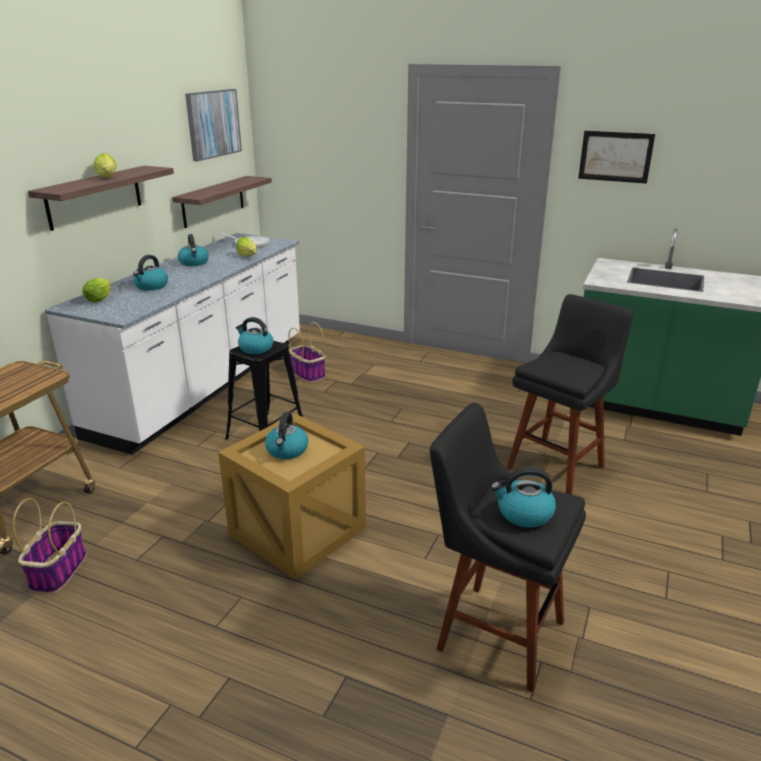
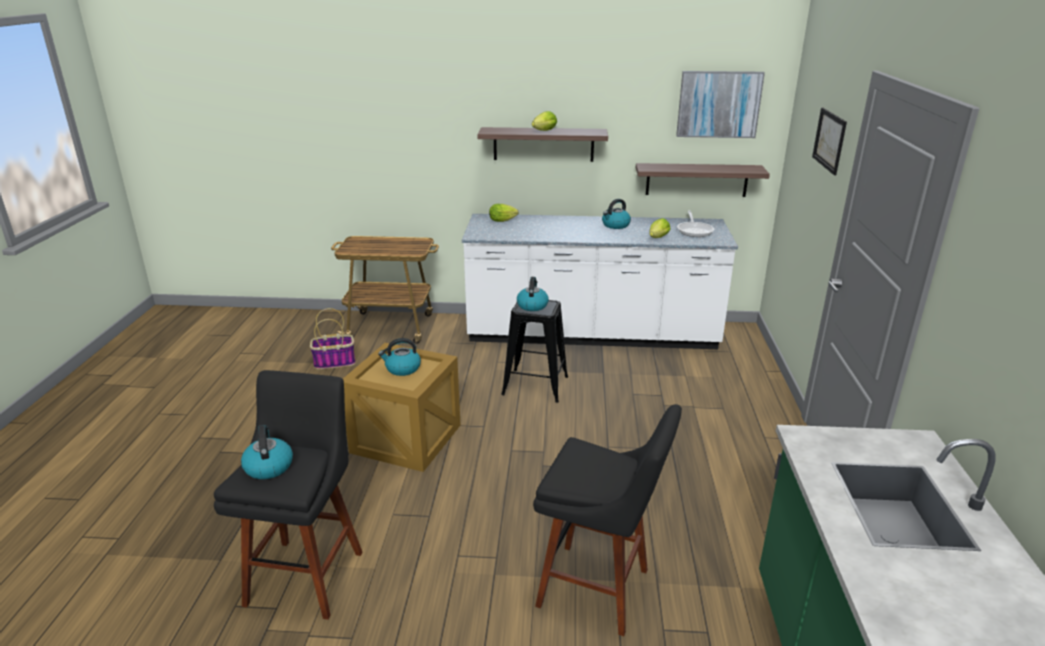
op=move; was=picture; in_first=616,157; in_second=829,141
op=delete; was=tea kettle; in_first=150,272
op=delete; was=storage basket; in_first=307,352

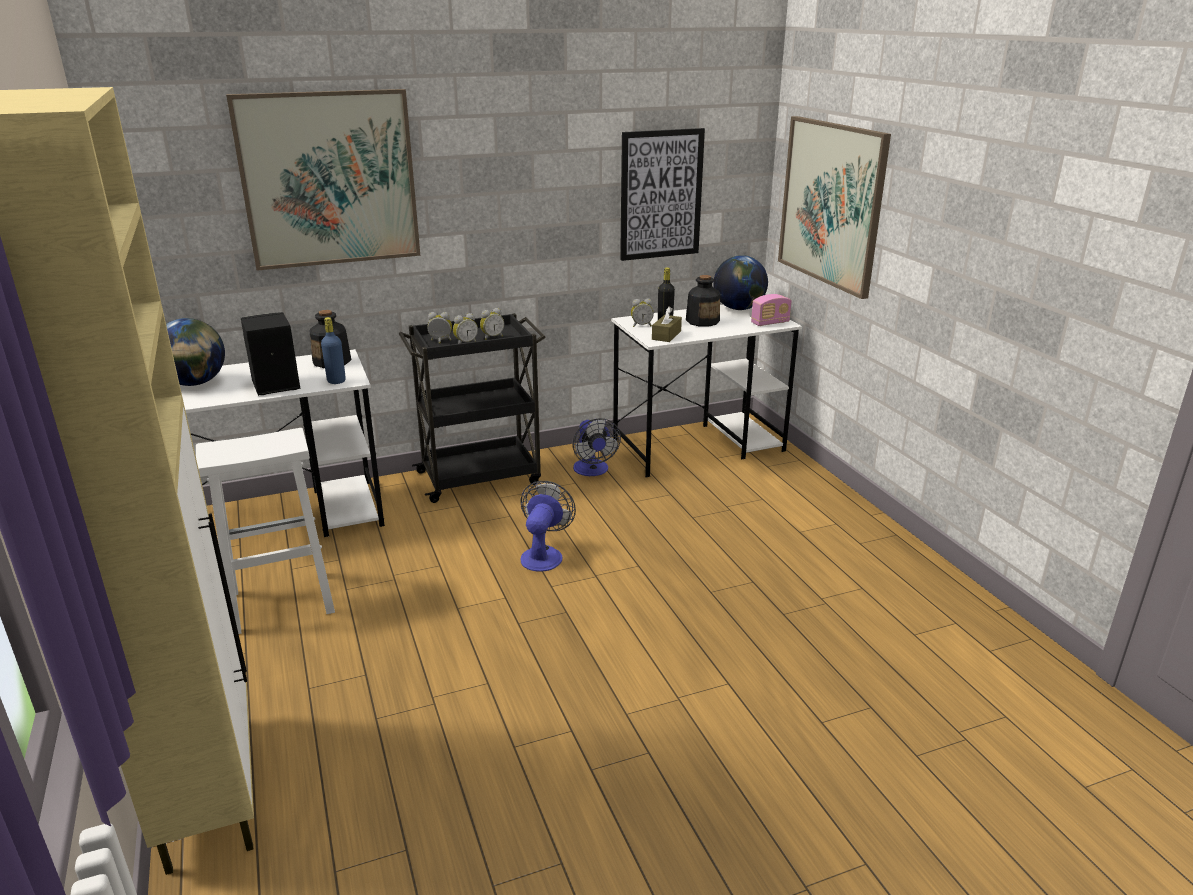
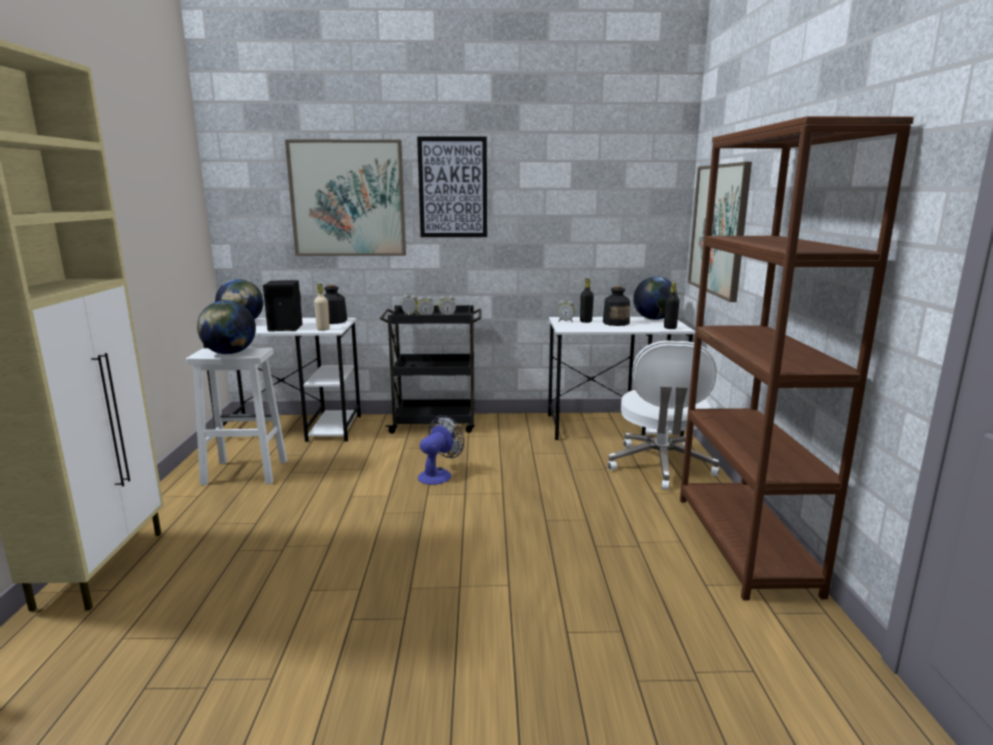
op=move; was=picture; in_first=662,194; in_second=452,186
op=replace; was=radio set; now=blackish beverage bottle; in_first=771,310; in_second=671,305
op=delete; was=brown-coloured tissue box; in_first=667,324
op=recolor; was=blue beverage bottle; now=beige beverage bottle; in_first=333,350; in_second=322,307
op=delete; was=cooling fan; in_first=597,447
op=insert; now=brown-coloured bookcase; in_second=797,358
op=insert; now=desk globe; in_second=226,327
op=insert; now=white desk chair; in_second=663,415

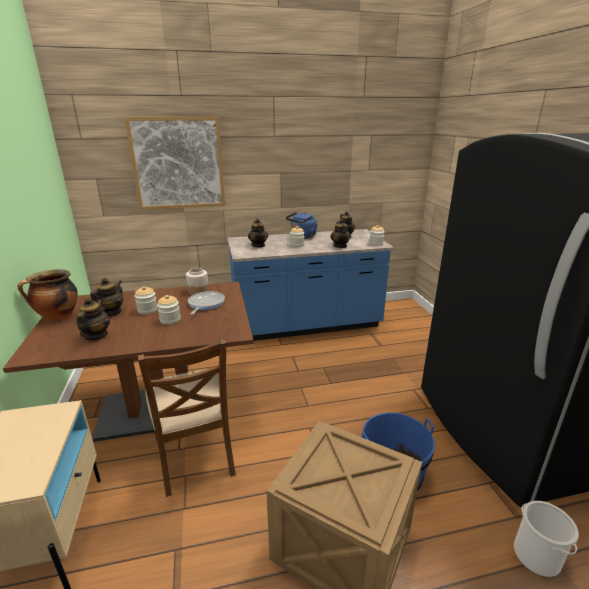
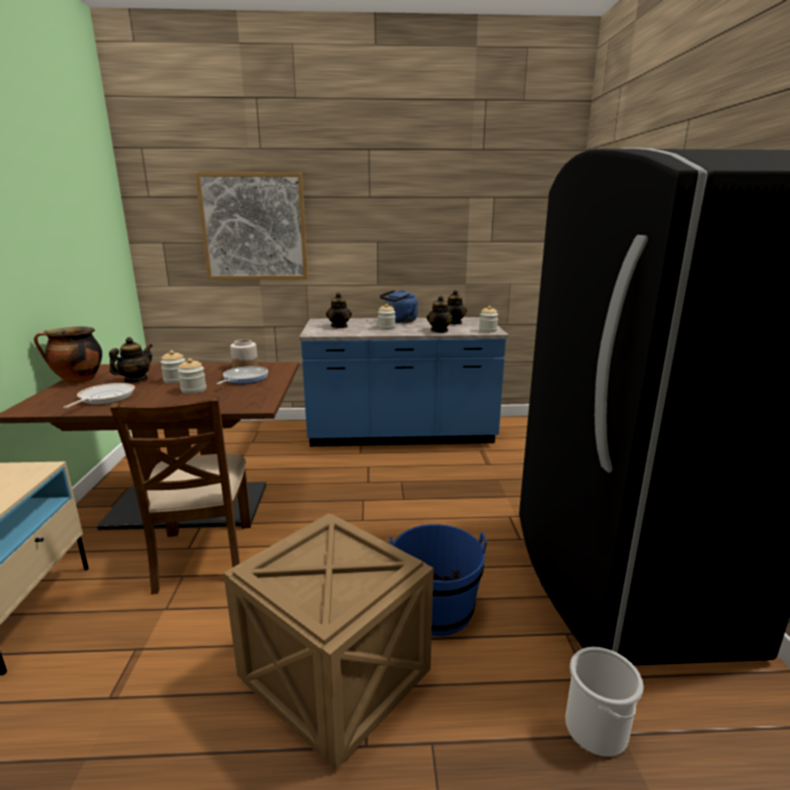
op=replace; was=pot for tea; now=skillet; in_first=93,319; in_second=99,395

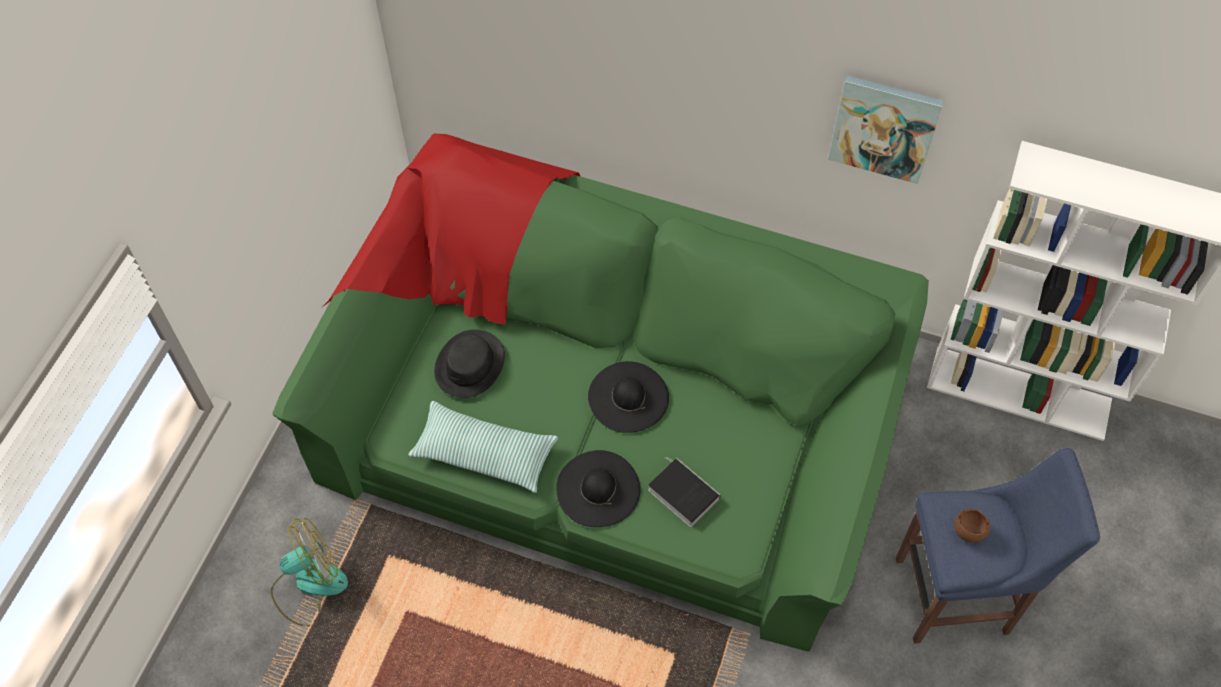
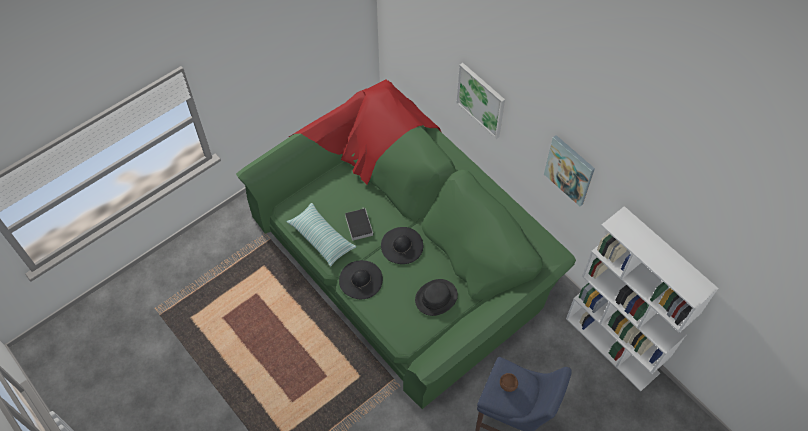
op=move; was=blackish hat; in_first=469,363; in_second=436,297
op=move; was=bound book; in_first=684,492; in_second=359,224
op=delete; was=cooling fan; in_first=309,572
op=insert; now=picture; in_second=480,101

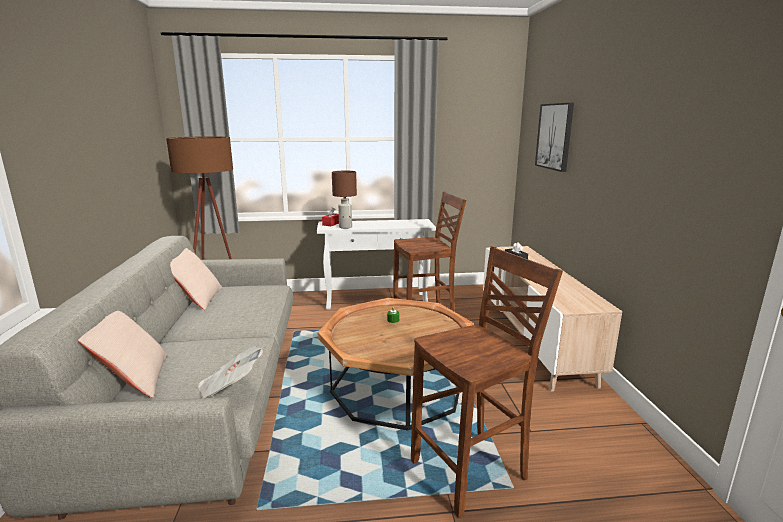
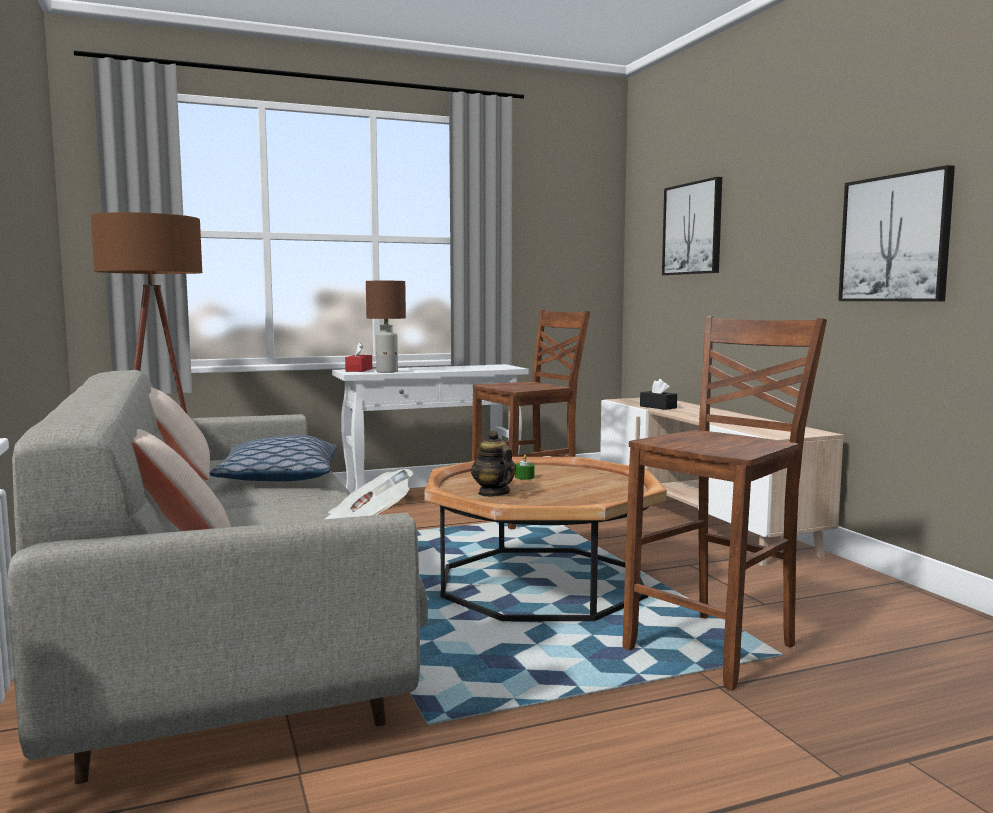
op=insert; now=picture; in_second=896,233
op=insert; now=pot for tea; in_second=493,463
op=insert; now=cushion; in_second=273,458

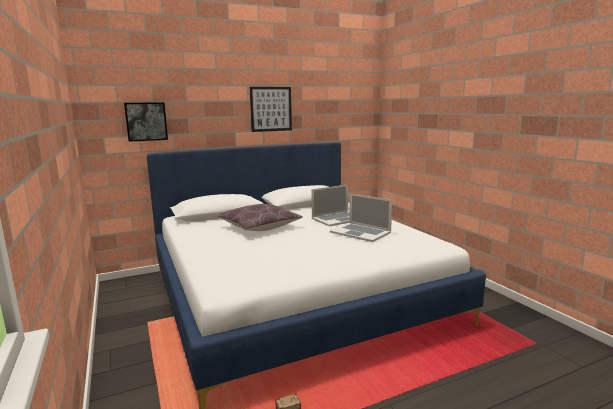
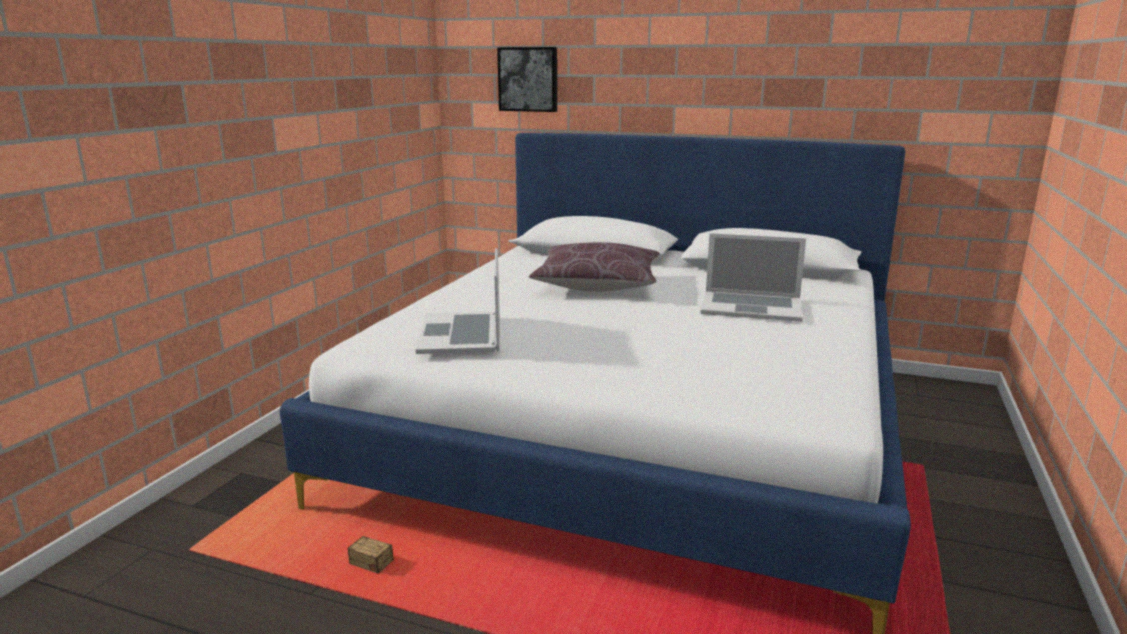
op=delete; was=picture; in_first=271,109
op=move; was=notebook computer; in_first=361,217; in_second=457,301

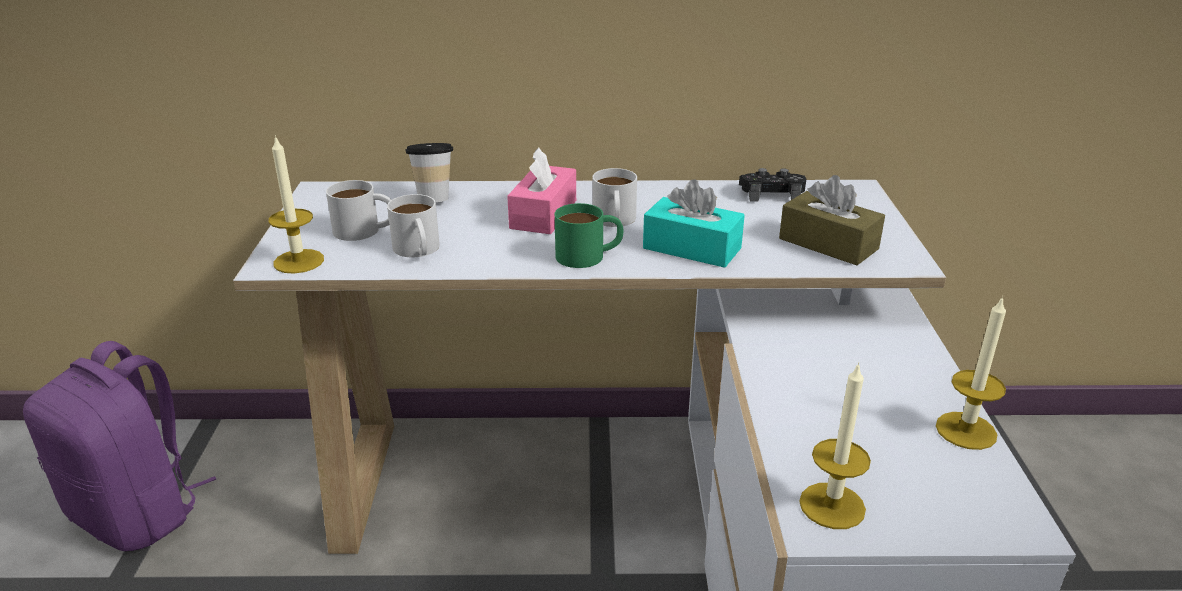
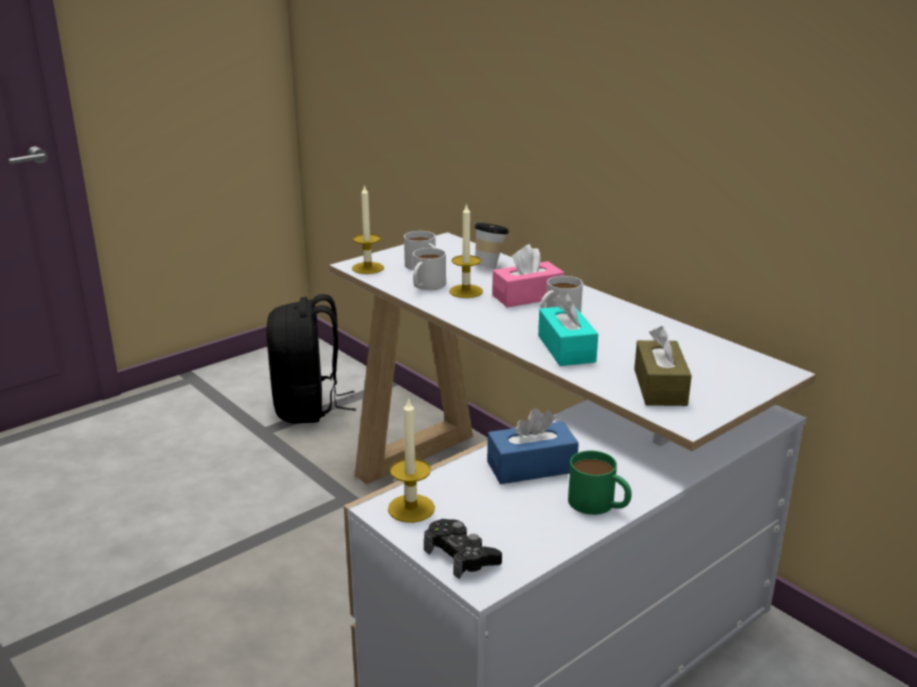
op=move; was=blackish joypad; in_first=772,185; in_second=463,549
op=move; was=green mug; in_first=589,235; in_second=600,483
op=move; was=wax light; in_first=971,373; in_second=466,250
op=recolor; was=purple-coloured knapsack; now=blackish knapsack; in_first=119,446; in_second=311,358
op=insert; now=blue tissue box; in_second=533,446

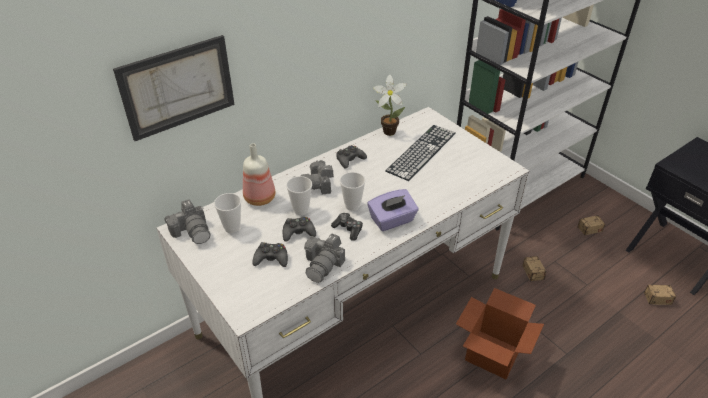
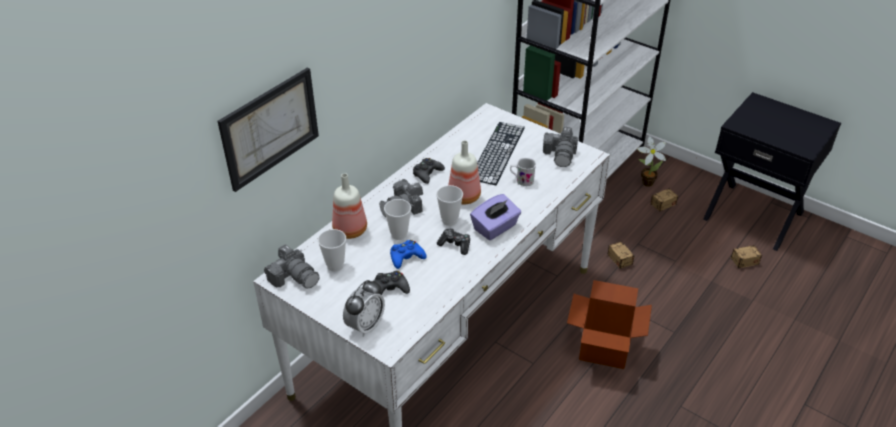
op=move; was=potted plant; in_first=390,105; in_second=651,161
op=recolor; was=blackish joypad; now=blue joypad; in_first=299,229; in_second=408,254
op=move; was=still camera; in_first=324,258; in_second=561,147
op=insert; now=beverage bottle; in_second=464,172
op=insert; now=white mug; in_second=523,172
op=insert; now=table clock; in_second=364,308

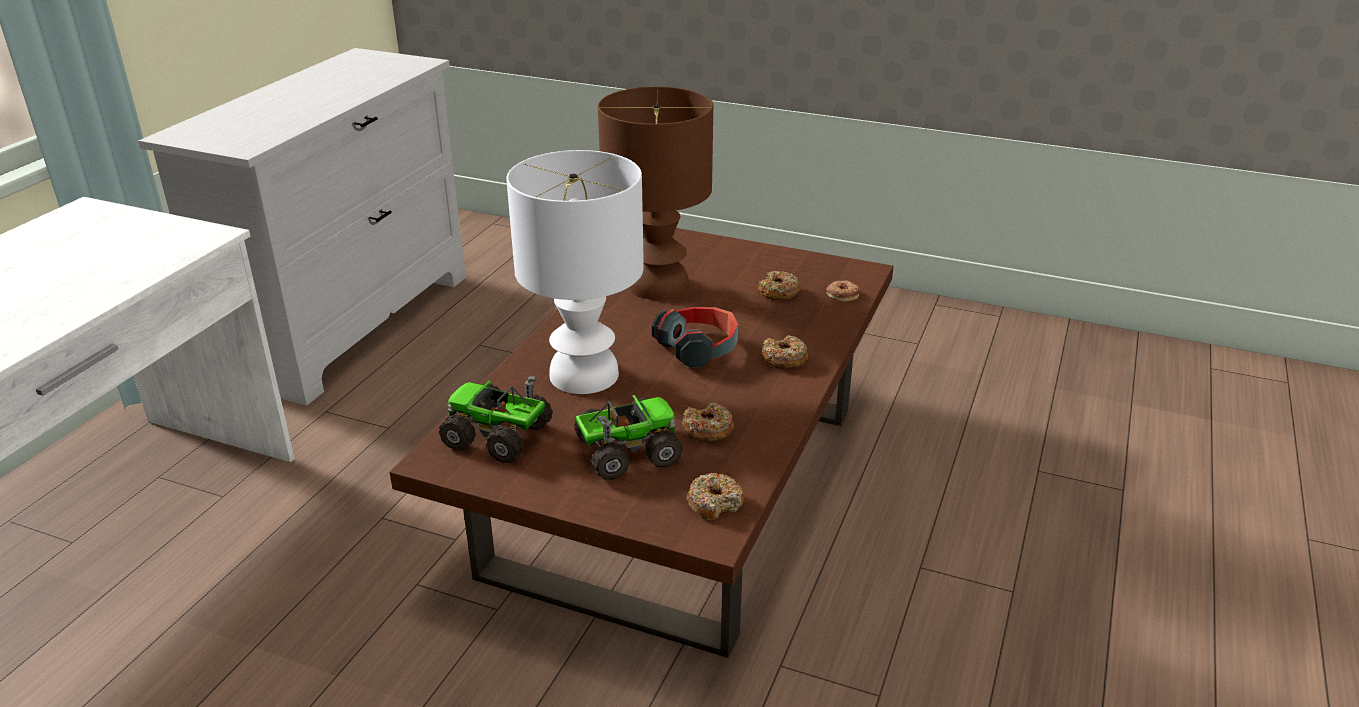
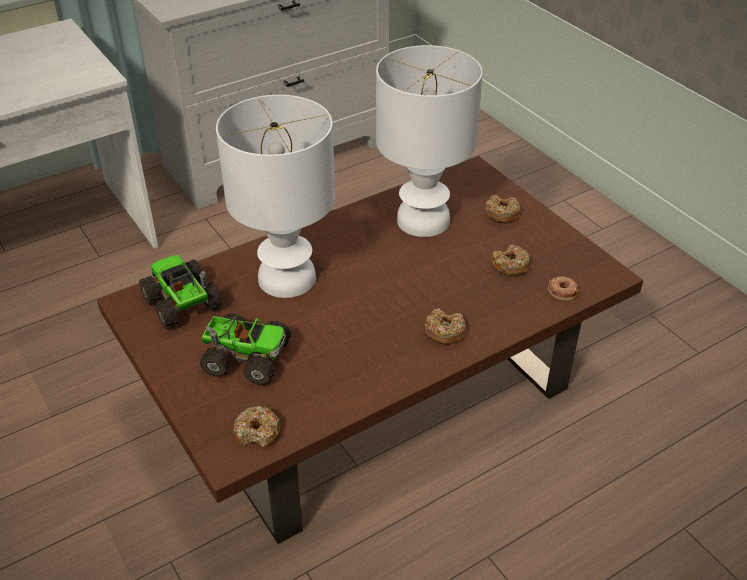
op=recolor; was=brown-coloured lamp for a table; now=white lamp for a table; in_first=655,193; in_second=429,141
op=delete; was=headphones; in_first=695,337
op=move; was=donut; in_first=708,422; in_second=502,209

